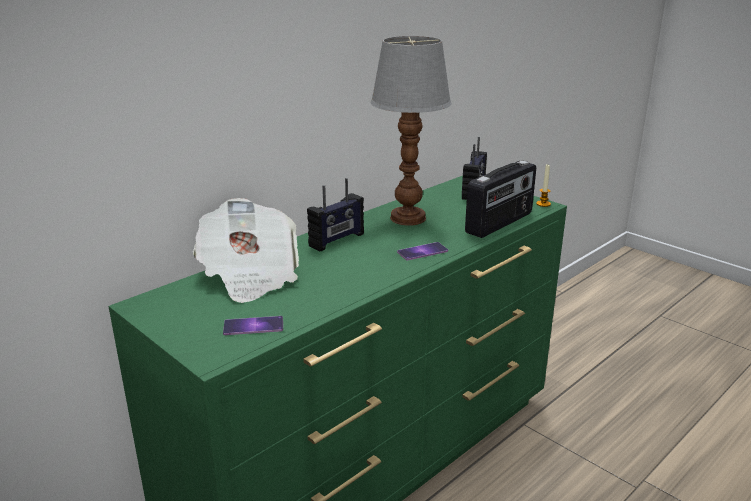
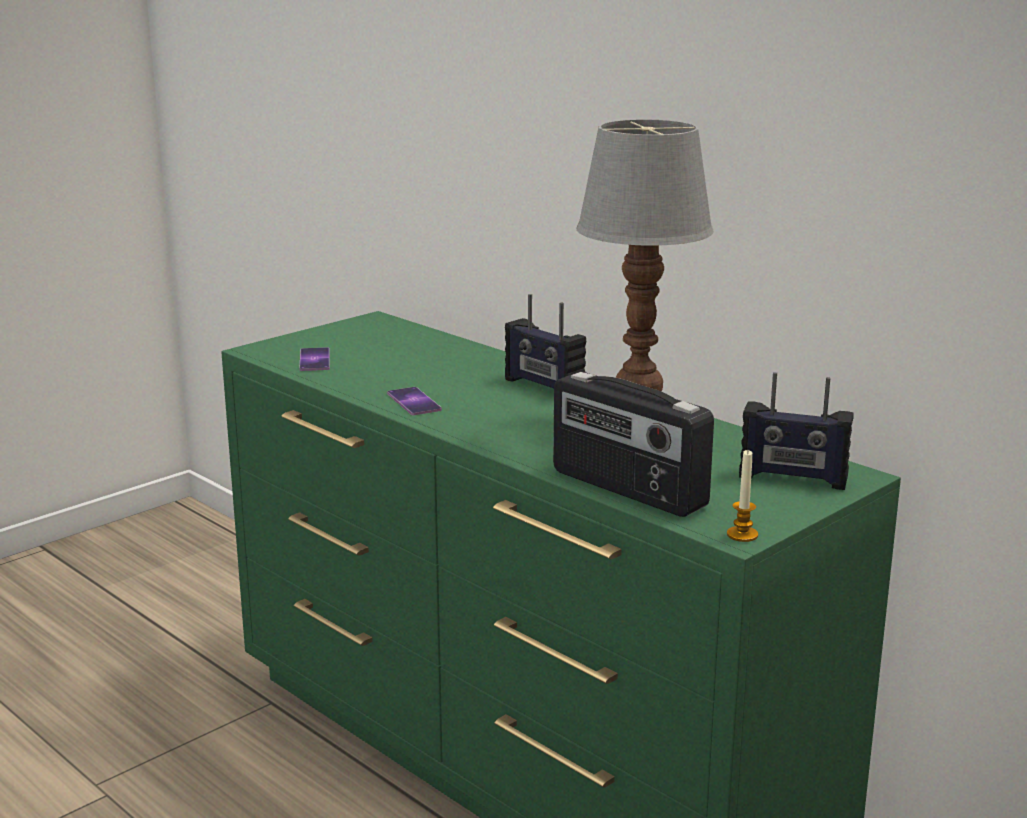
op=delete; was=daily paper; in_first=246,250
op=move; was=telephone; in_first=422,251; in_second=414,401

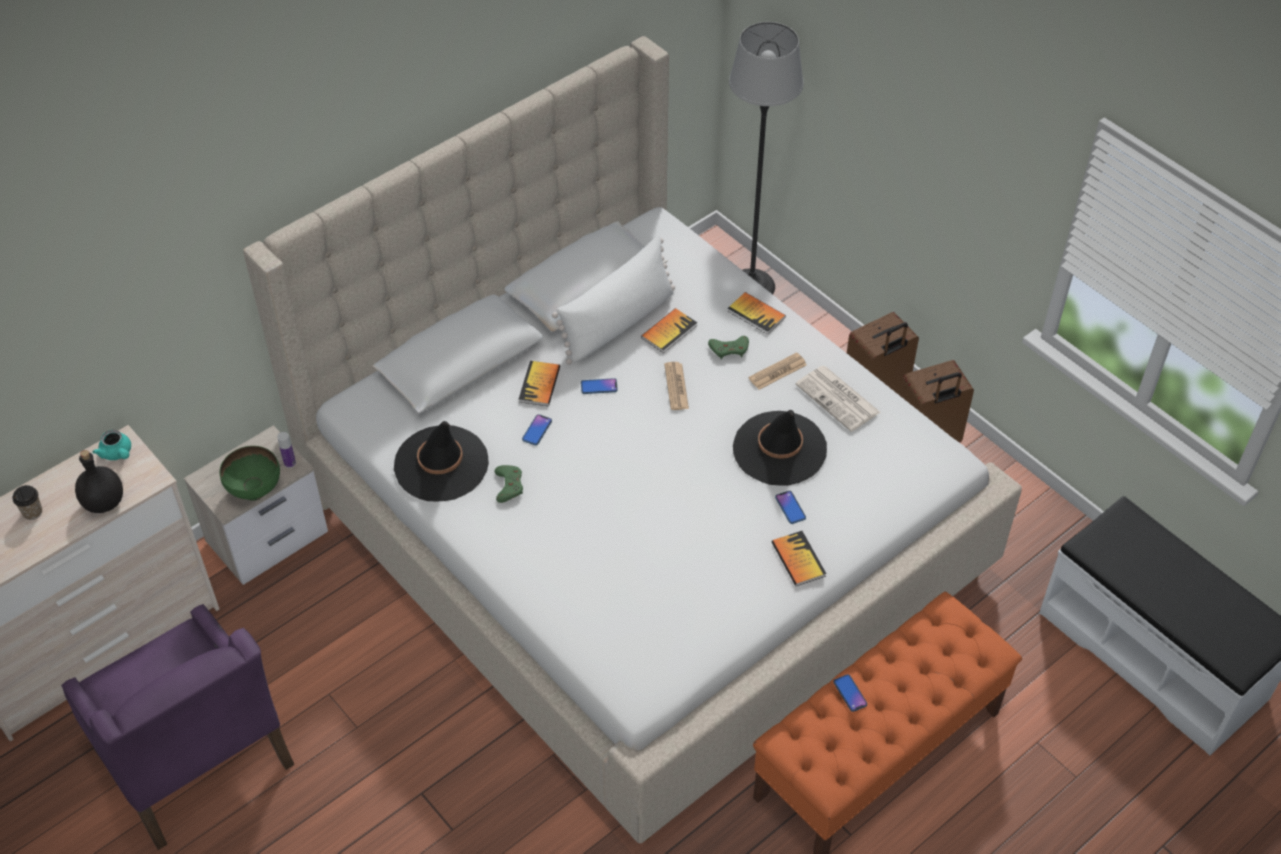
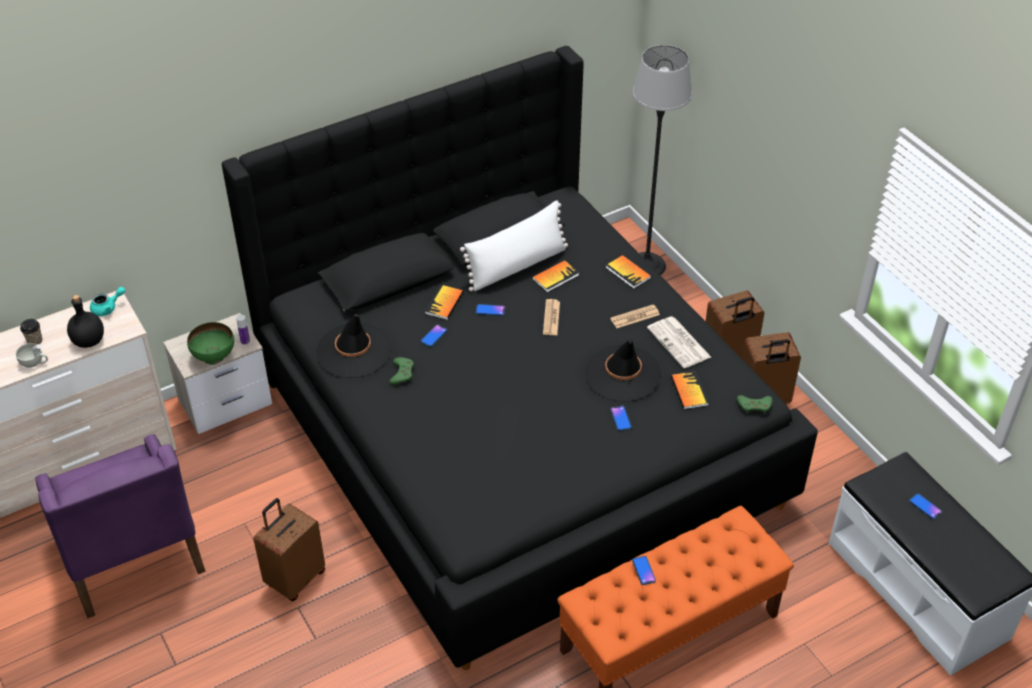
op=recolor; was=beige bed; now=blackish bed; in_first=632,439; in_second=520,358
op=move; was=green joypad; in_first=728,347; in_second=755,404
op=rotate; was=turquoise pot for tea; in_first=111,445; in_second=107,301; clockwise=-90
op=move; was=bound book; in_first=799,558; in_second=690,390
op=insert; now=white cup; in_second=32,355
op=insert; now=telephone; in_second=925,506
op=insert; now=brown-coloured piece of luggage; in_second=289,549

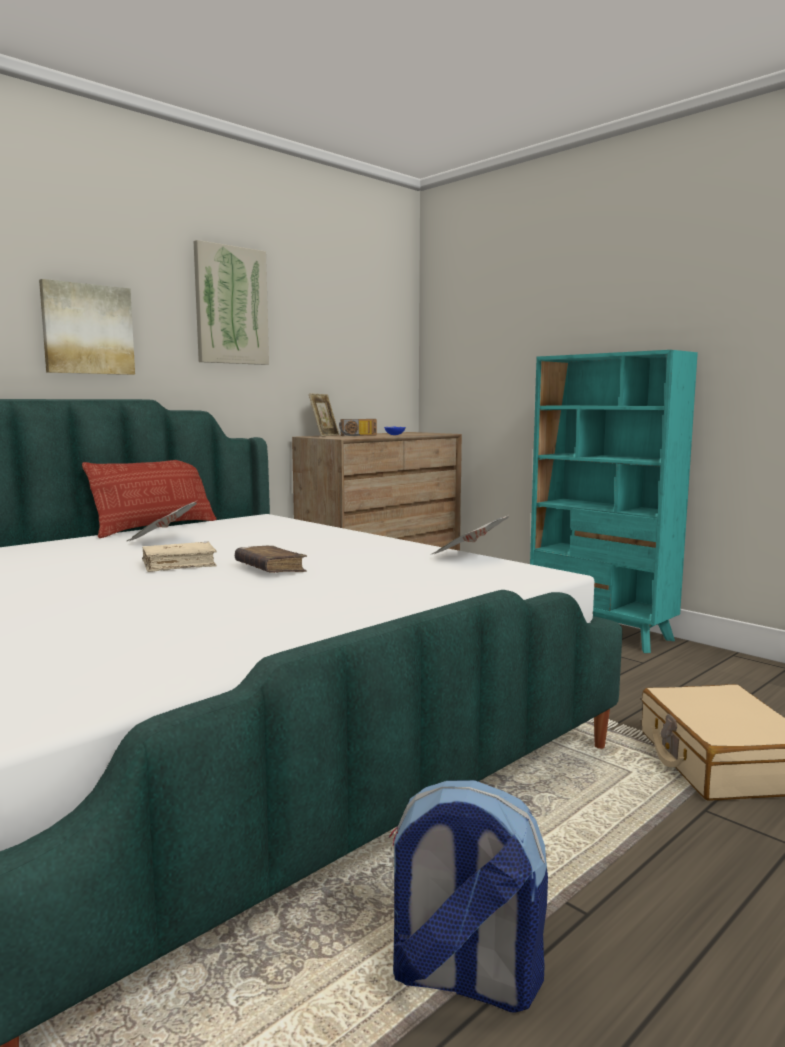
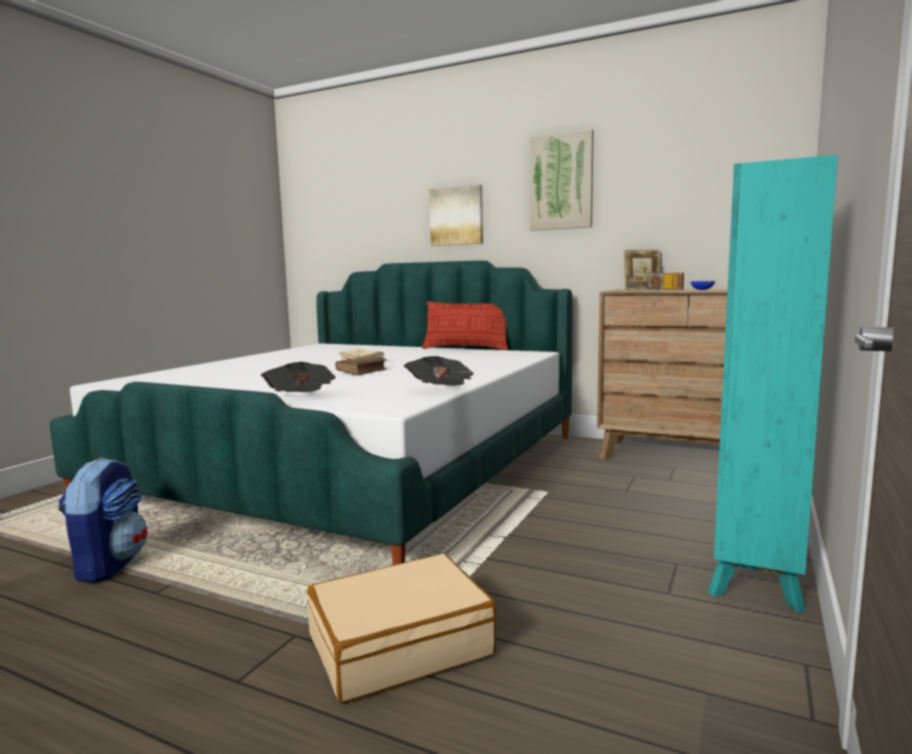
op=move; was=daily paper; in_first=162,520; in_second=298,377

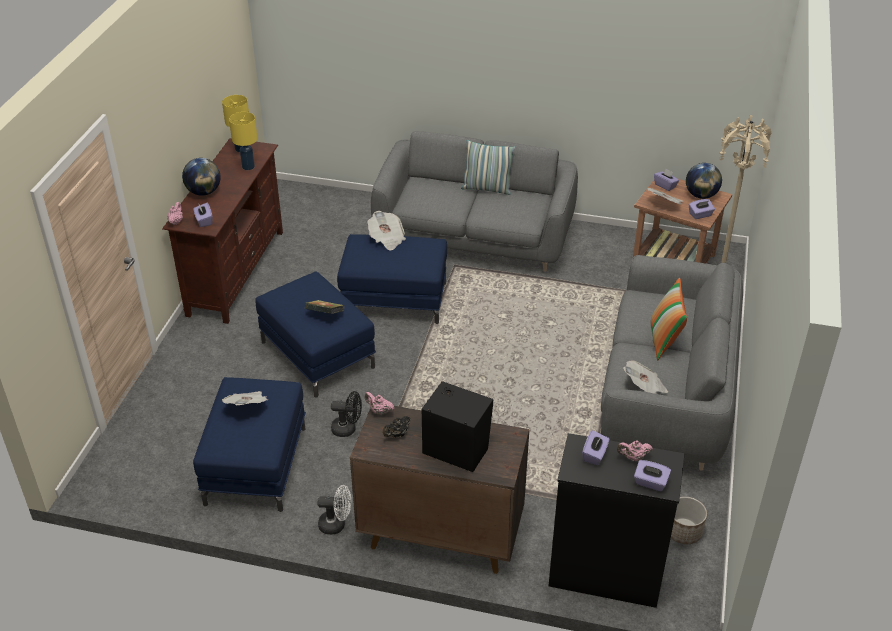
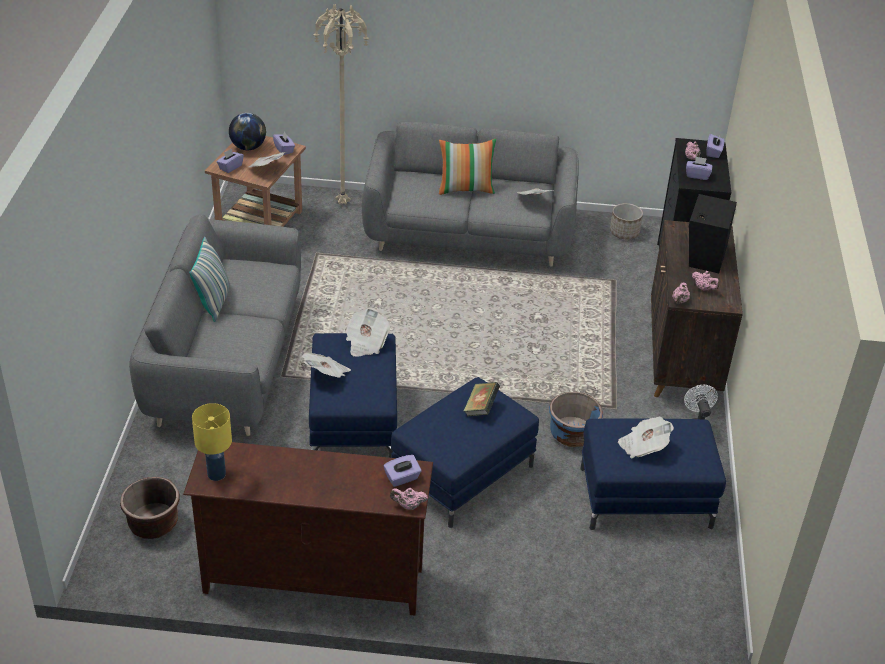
op=delete; was=yellow-coloured lamp for a table; in_first=243,141
op=delete; was=desk globe; in_first=201,177
op=replace; was=blackish cooling fan; now=blue plant pot; in_first=346,414; in_second=576,419
op=recolor; was=blackish pot for tea; now=pink-coloured pot for tea; in_first=397,427; in_second=705,281
op=insert; now=daily paper; in_second=367,332
op=insert; now=brown-coloured plant pot; in_second=150,508

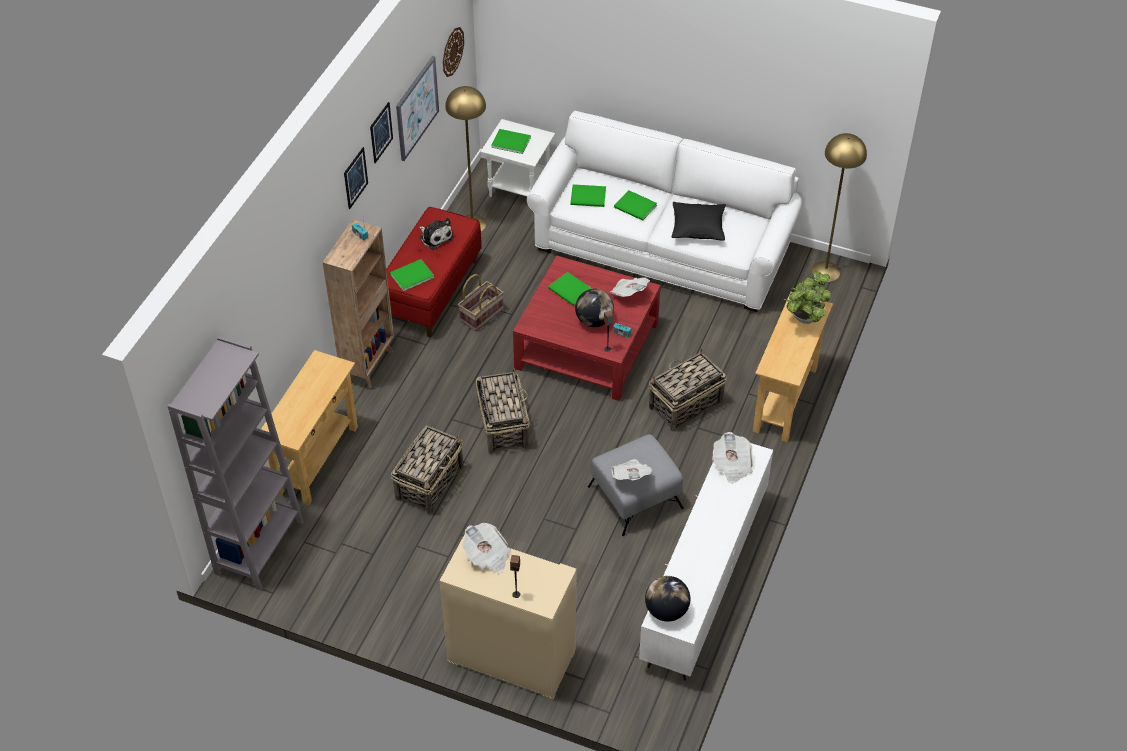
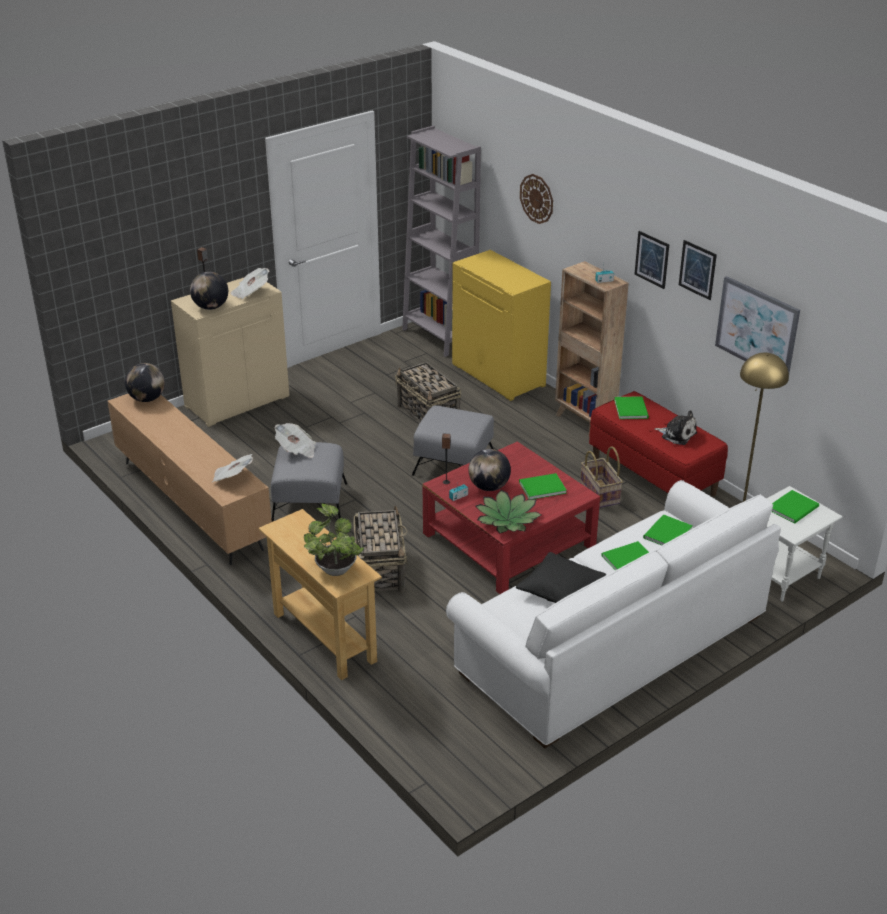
op=move; was=clock on the wall; in_first=453,52; in_second=536,199
op=delete; was=yellow-coloured floor lamp; in_first=839,207
op=rotate; was=soft toy; in_first=436,234; in_second=675,427; clockwise=-135
op=replace; was=daily paper; now=potted plant; in_first=630,287; in_second=509,511
op=replace; was=beige hall table; now=yellow-coloured storage cabinet; in_first=309,427; in_second=501,325
op=replace; was=storage basket; now=gray ottoman; in_first=503,411; in_second=453,440
op=recolor; was=white media console; now=brown-coloured media console; in_first=706,562; in_second=189,479
op=insert; now=desk globe; in_second=209,291

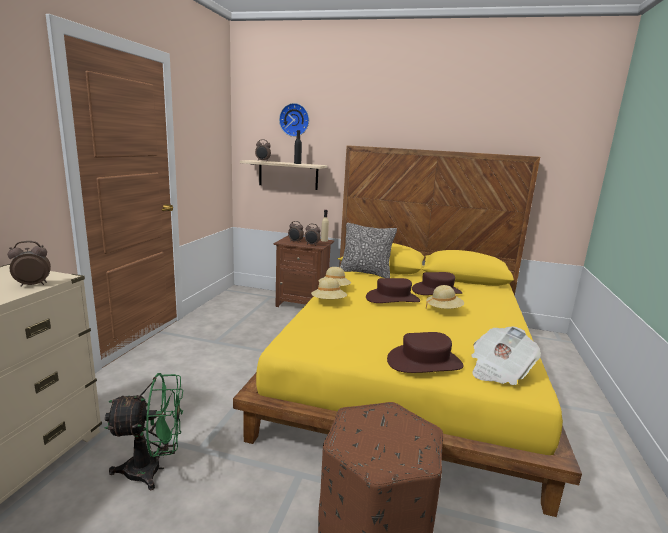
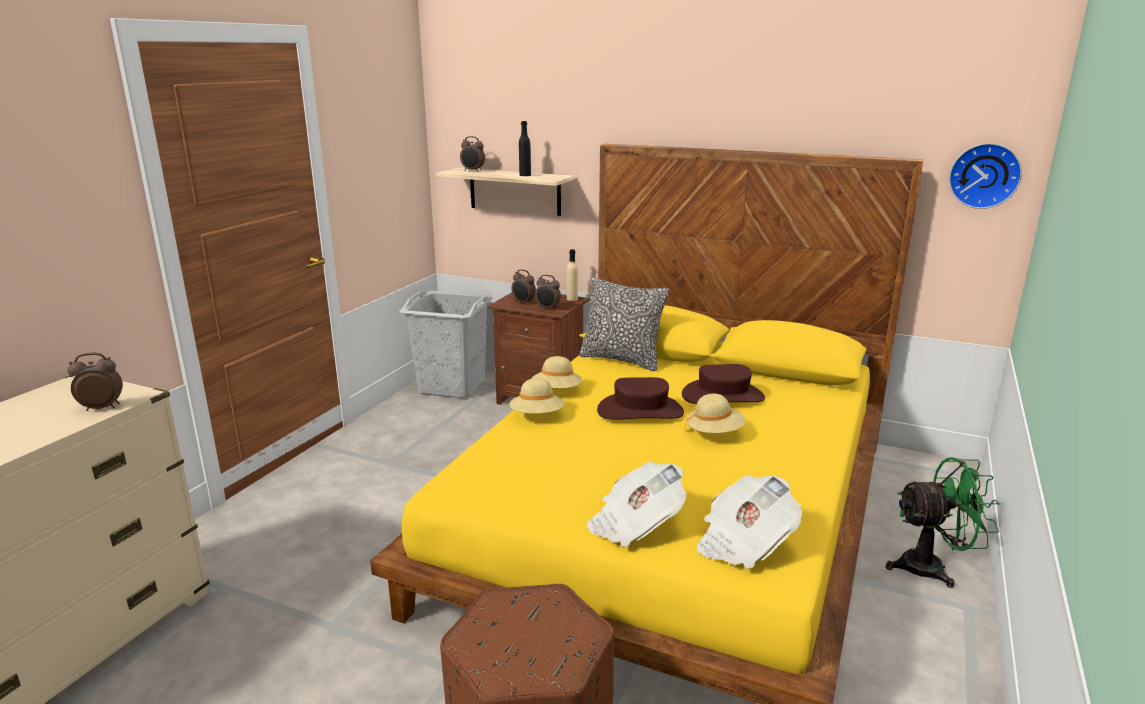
op=move; was=clock on the wall; in_first=294,120; in_second=985,176
op=replace; was=brown-coloured hat; now=daily paper; in_first=425,352; in_second=636,504
op=move; was=green cooling fan; in_first=144,431; in_second=943,523
op=insert; now=gray hamper; in_second=446,344

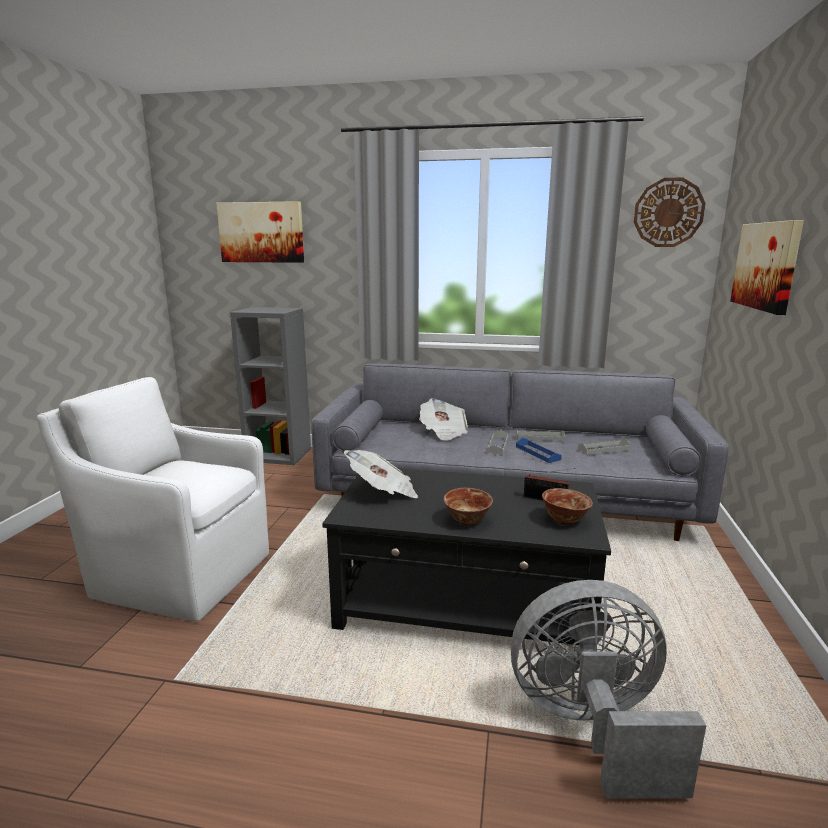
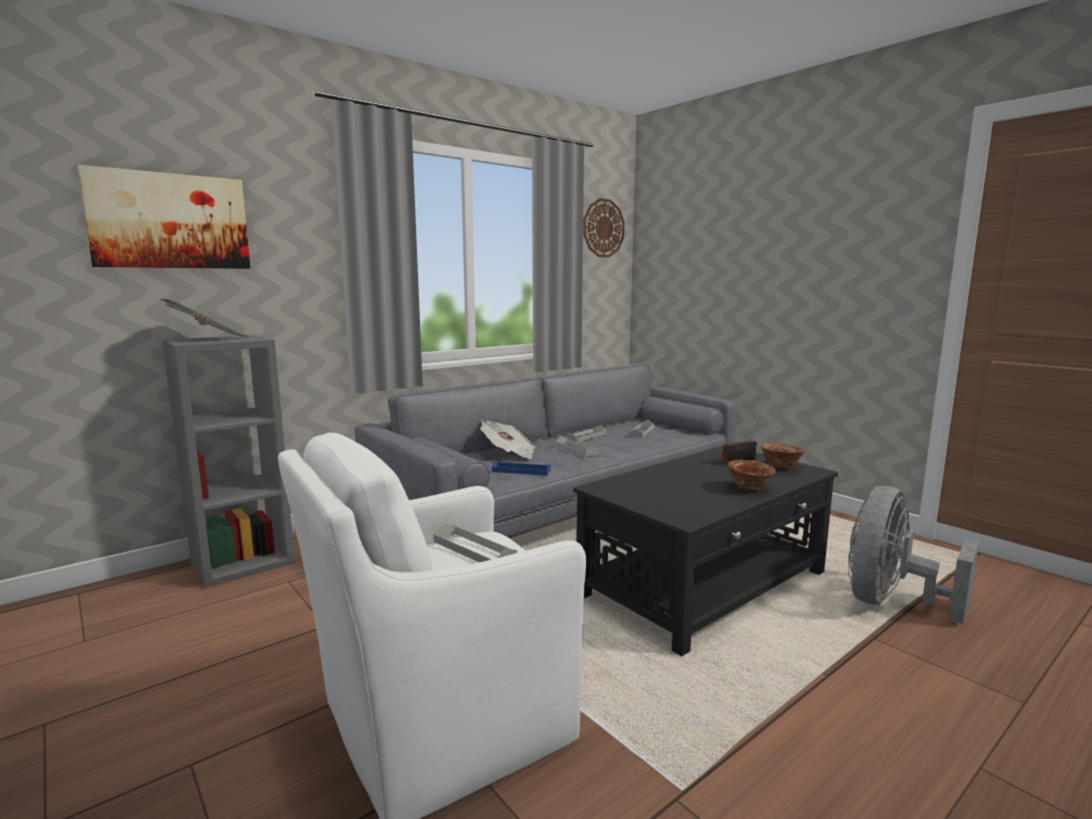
op=delete; was=picture; in_first=767,267
op=move; was=blue carrying tray; in_first=539,450; in_second=521,468
op=move; was=daily paper; in_first=381,474; in_second=205,318
op=insert; now=gray carrying tray; in_second=475,542

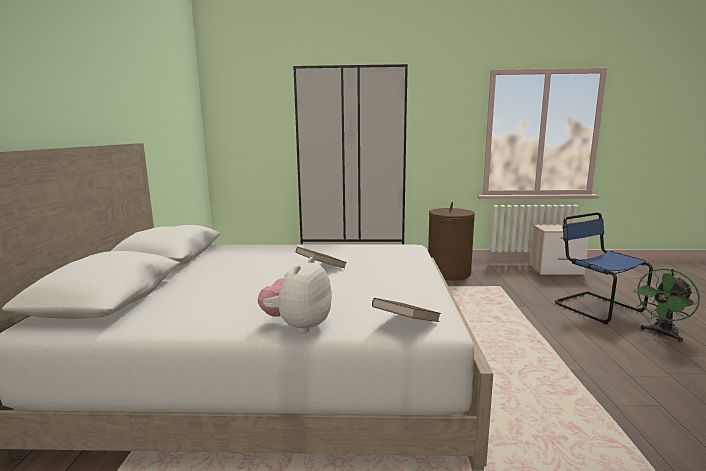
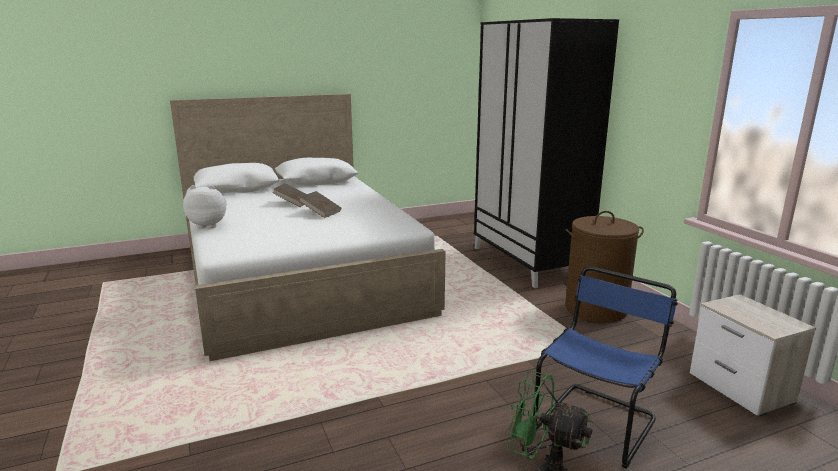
op=move; was=brown-coloured bound book; in_first=406,310; in_second=289,195

